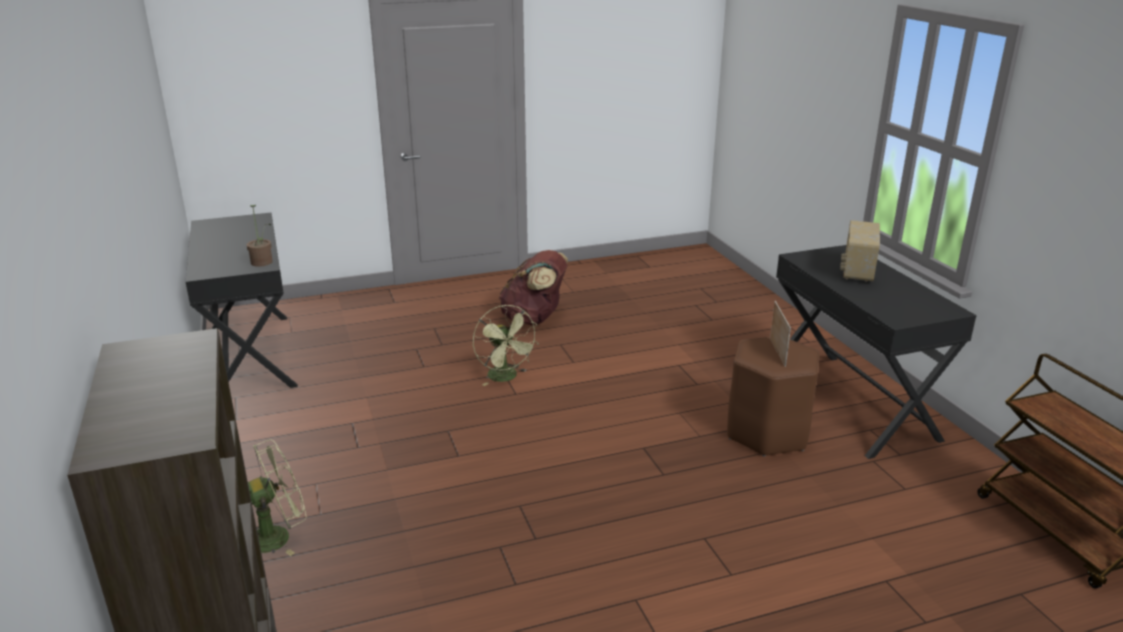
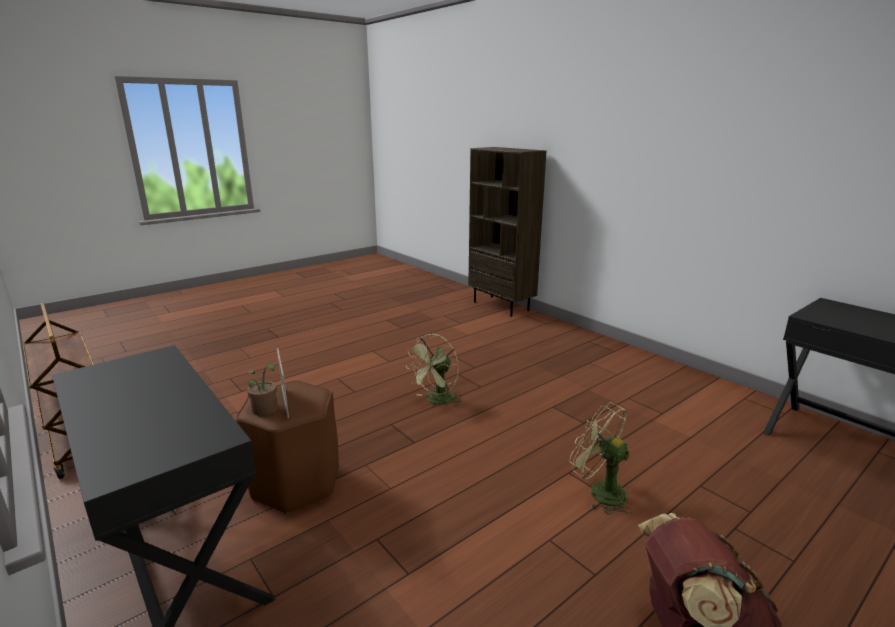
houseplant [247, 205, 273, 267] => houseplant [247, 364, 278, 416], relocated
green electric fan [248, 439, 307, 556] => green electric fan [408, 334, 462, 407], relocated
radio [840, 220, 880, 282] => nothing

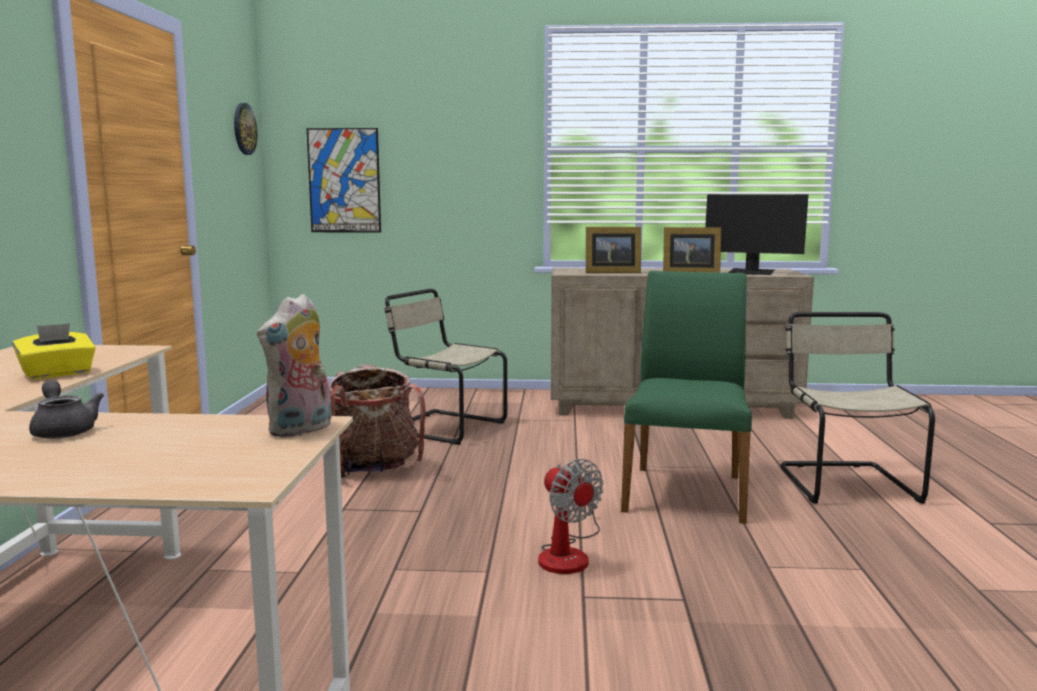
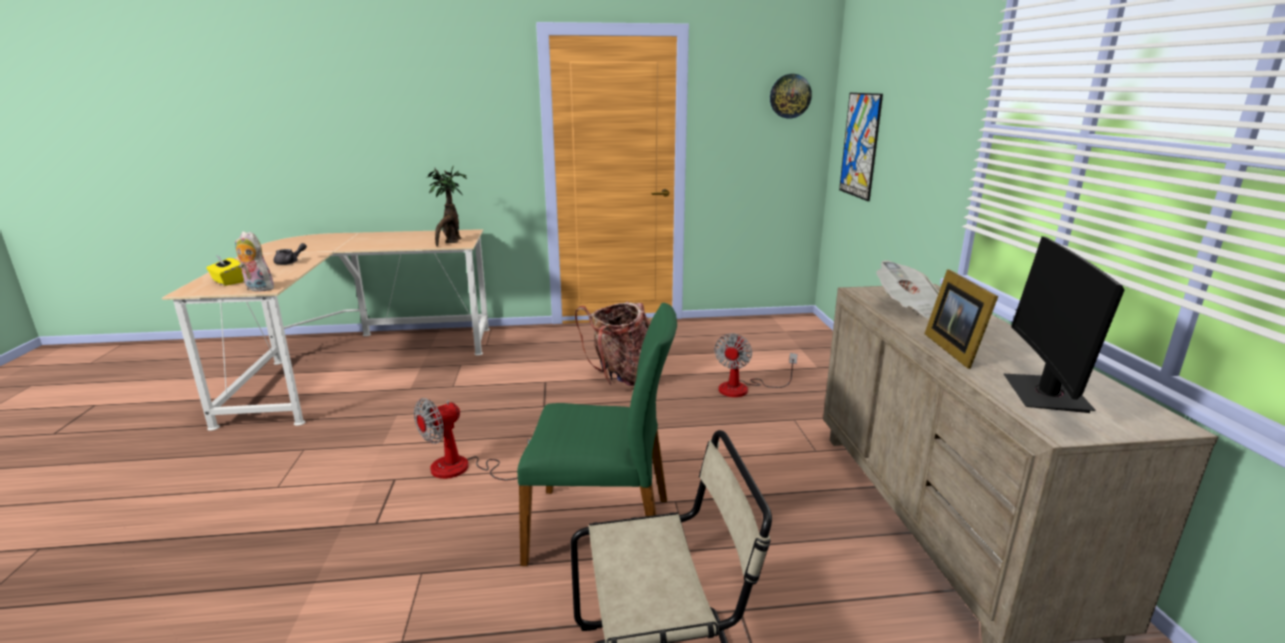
yellow-coloured tissue box [12, 323, 96, 380] => yellow-coloured tissue box [206, 254, 244, 286], relocated
nothing => houseplant [426, 166, 467, 246]
sand-coloured upright chair [385, 289, 507, 445] => electric fan [714, 333, 798, 397]
picture frame [586, 227, 641, 273] => printed paper [876, 260, 939, 319]

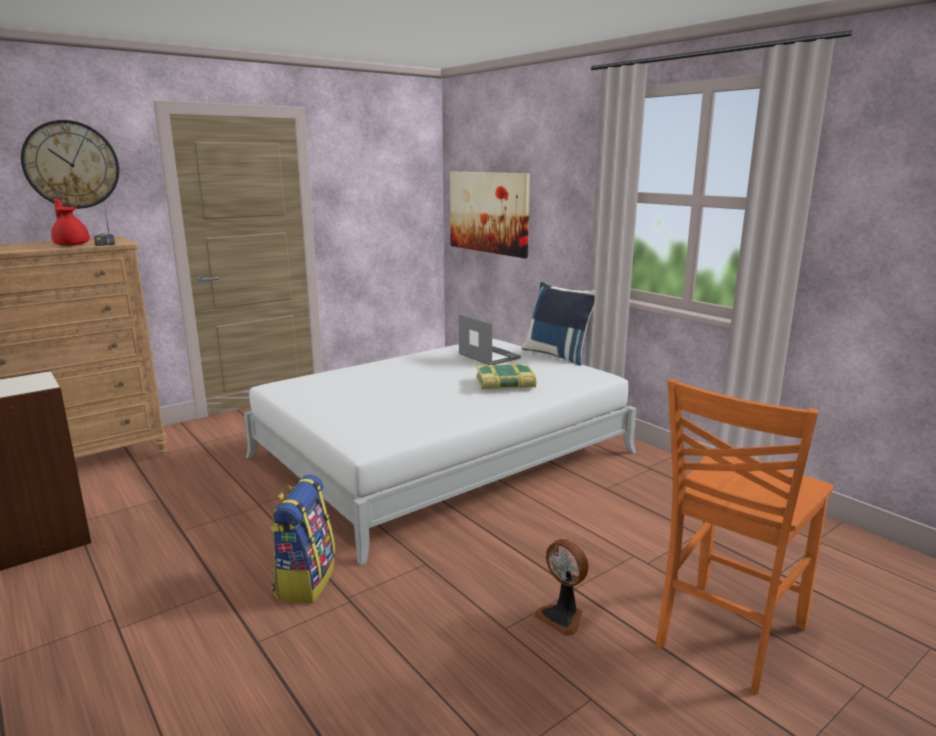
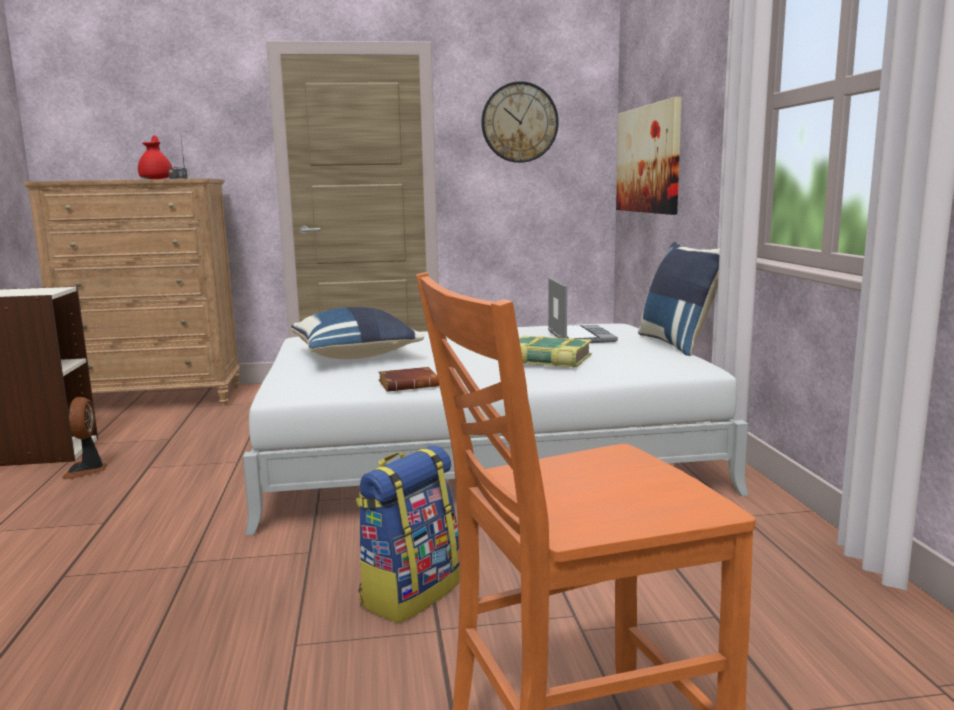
electric fan [534, 539, 589, 636] => electric fan [62, 397, 107, 479], relocated
nothing => blue throw pillow [291, 307, 424, 359]
backpack [270, 475, 335, 603] => backpack [356, 445, 459, 623], relocated
nothing => brownish volume [378, 367, 439, 392]
clock on the wall [21, 120, 119, 209] => clock on the wall [482, 81, 559, 163], relocated

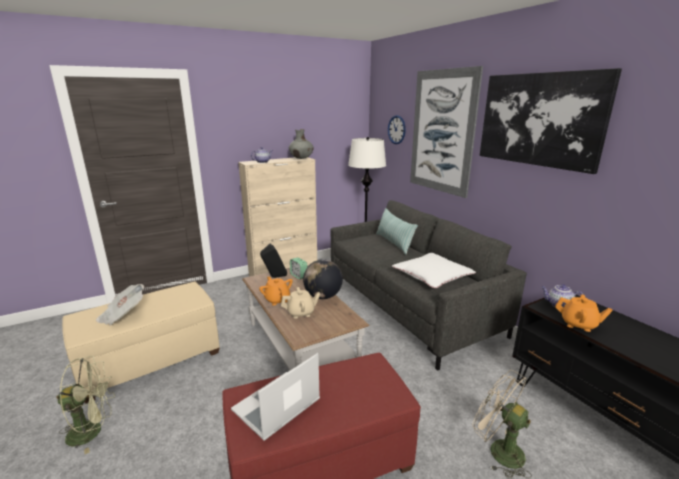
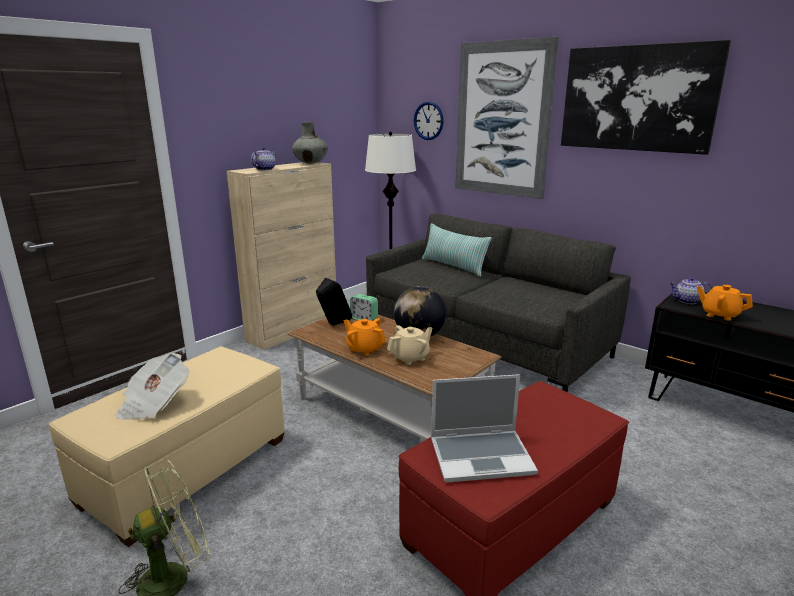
laptop [231, 353, 320, 441] => laptop [431, 374, 538, 482], 120 degrees counterclockwise
orangey teapot [555, 294, 613, 332] => orangey teapot [697, 285, 753, 321], 150 degrees counterclockwise
whitish throw pillow [392, 253, 476, 288] => nothing
sand-coloured electric fan [472, 370, 532, 478] => nothing

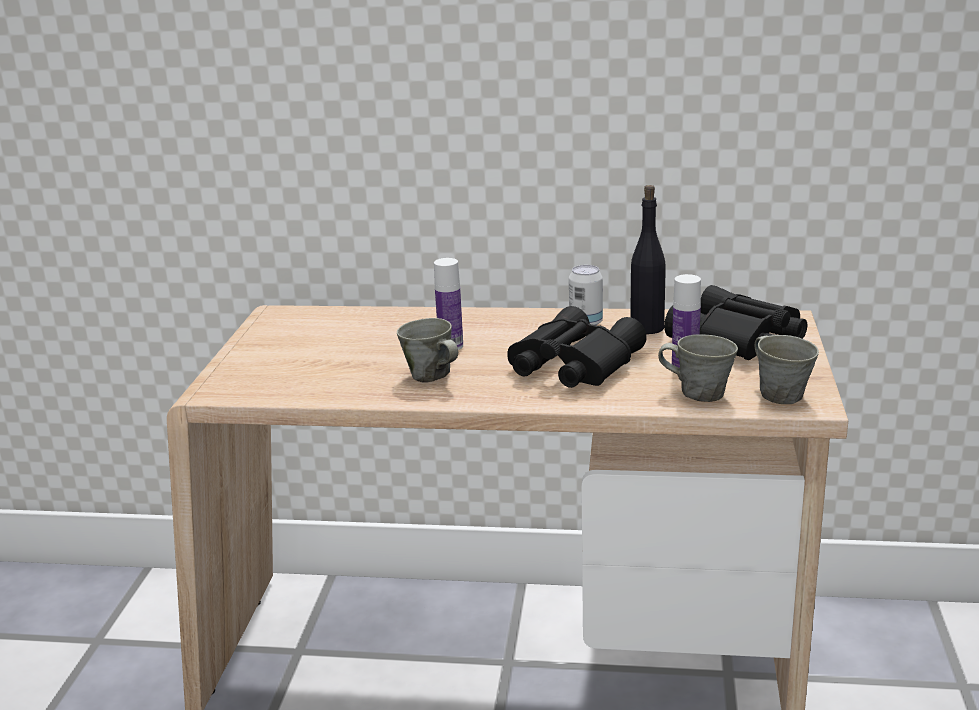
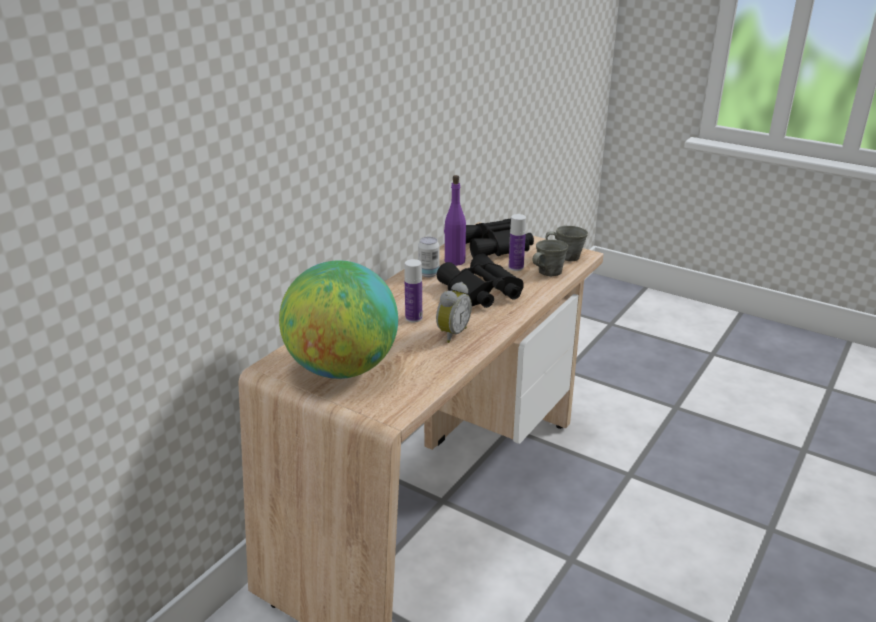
nothing => desk globe [279, 260, 398, 379]
gray coffee mug [397, 318, 458, 383] => bedside clock [436, 282, 472, 343]
black-coloured bottle [630, 185, 666, 334] => purple-coloured bottle [444, 175, 466, 266]

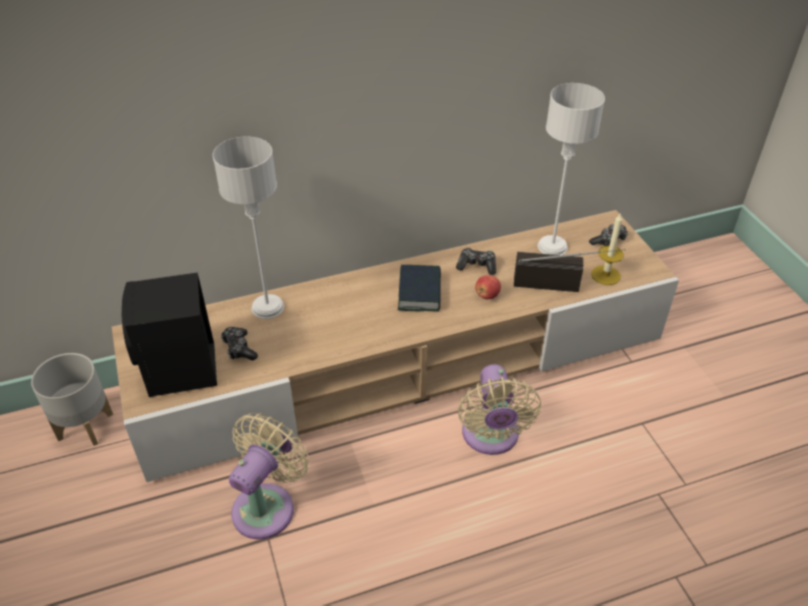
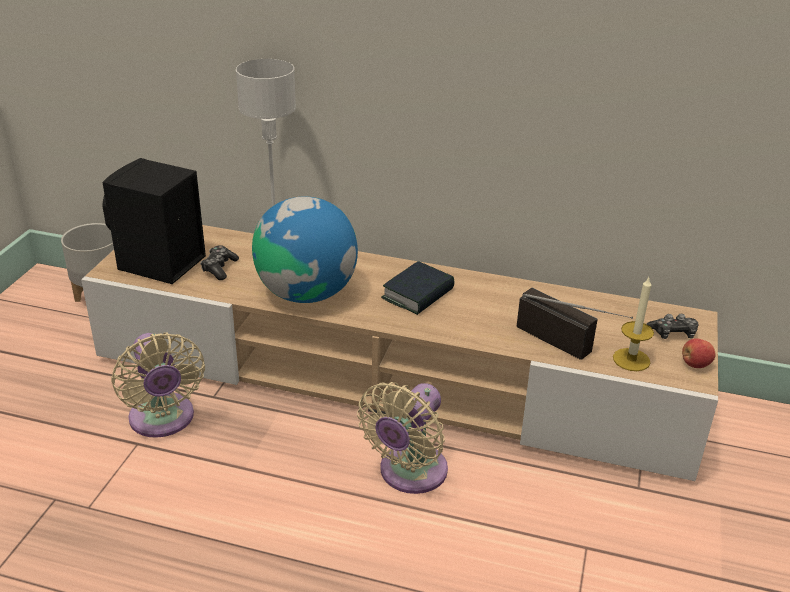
sand-coloured electric fan [229, 413, 309, 539] => sand-coloured electric fan [111, 332, 205, 438], 90 degrees clockwise
nothing => desk globe [252, 197, 358, 303]
apple fruit [475, 275, 501, 299] => apple fruit [682, 338, 715, 368], relocated
game controller [456, 248, 496, 275] => nothing
whitish tabletop lamp [538, 83, 605, 255] => nothing

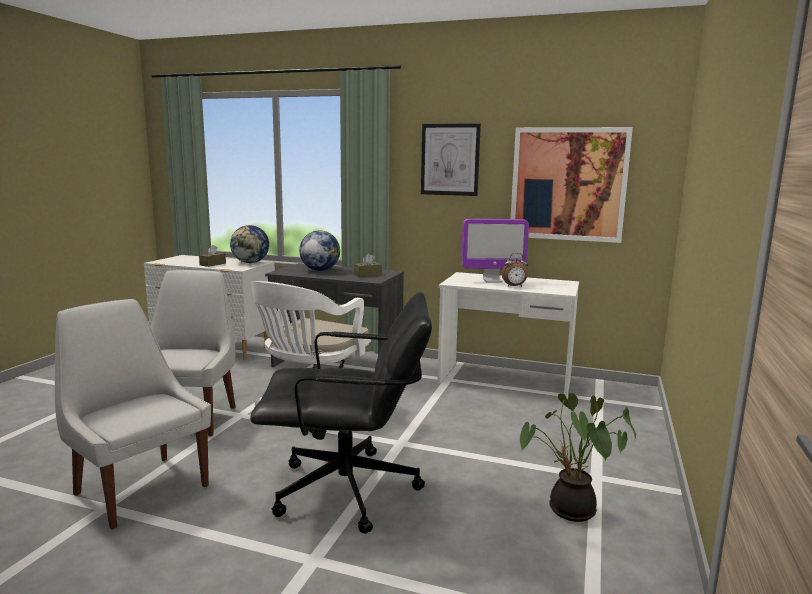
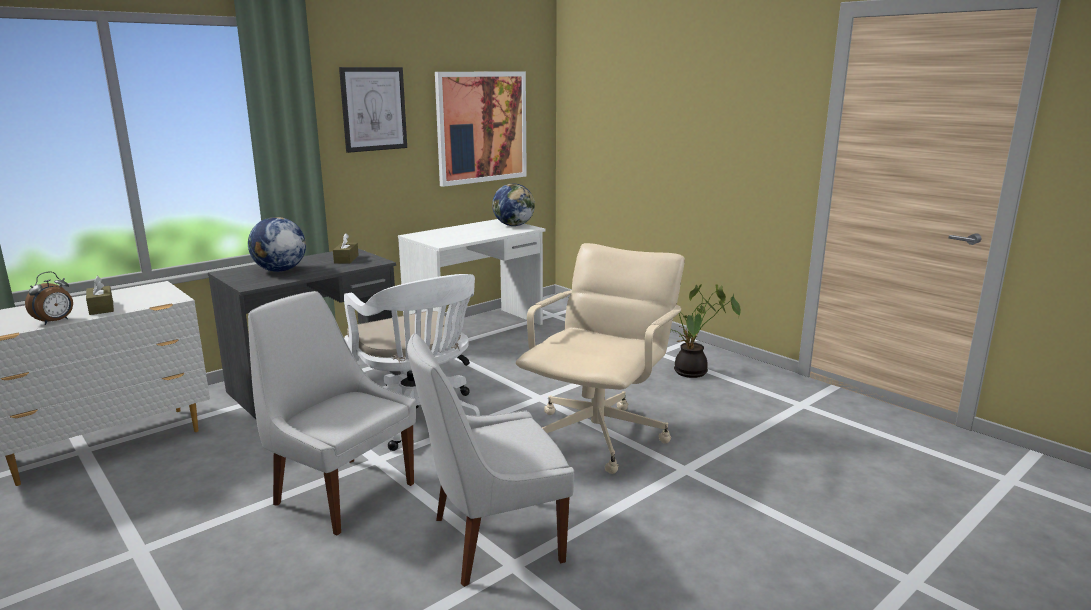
bedside clock [502, 253, 528, 287] => bedside clock [25, 271, 73, 325], relocated
desk globe [230, 225, 269, 263] => desk globe [492, 183, 535, 226], relocated
black-coloured computer chair [250, 292, 432, 534] => sand-coloured computer chair [516, 243, 685, 474]
computer display [461, 219, 529, 283] => nothing

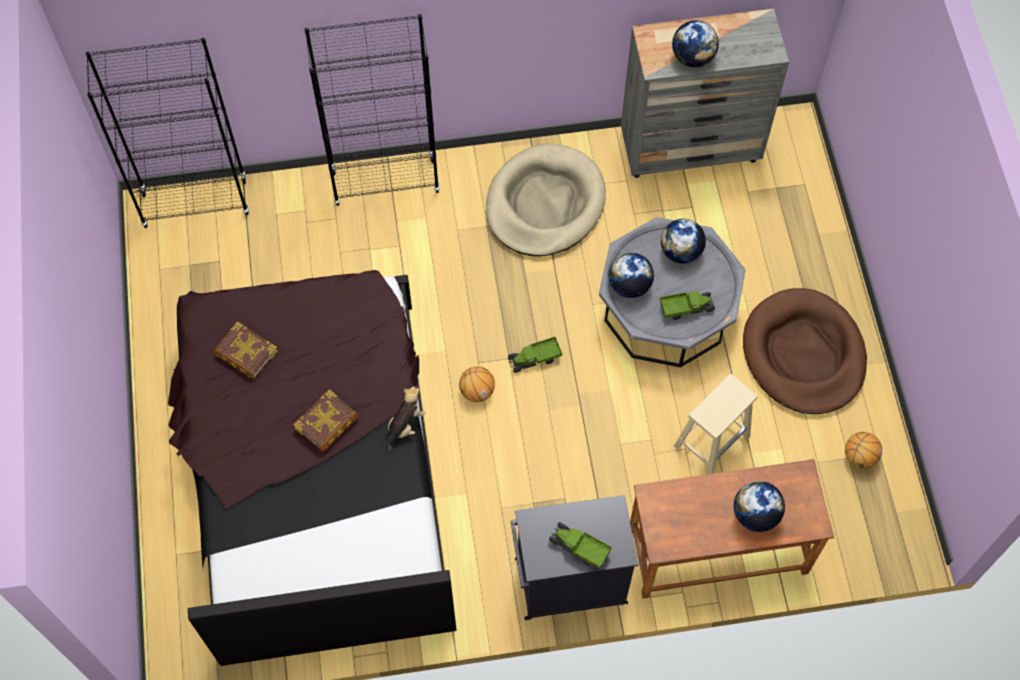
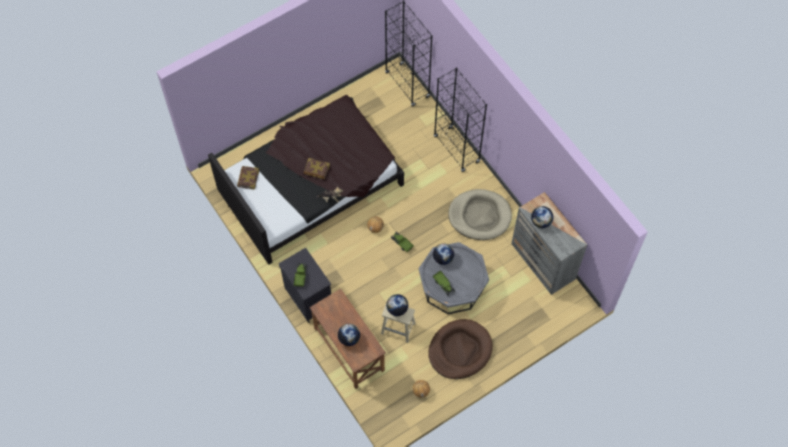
volume [214, 322, 278, 379] => volume [237, 166, 259, 190], relocated
desk globe [661, 219, 706, 264] => desk globe [386, 294, 408, 316], relocated

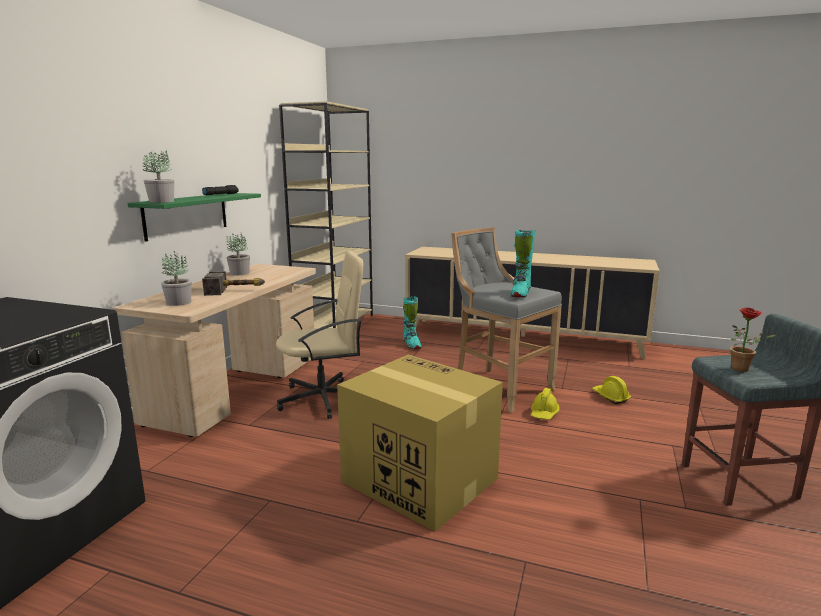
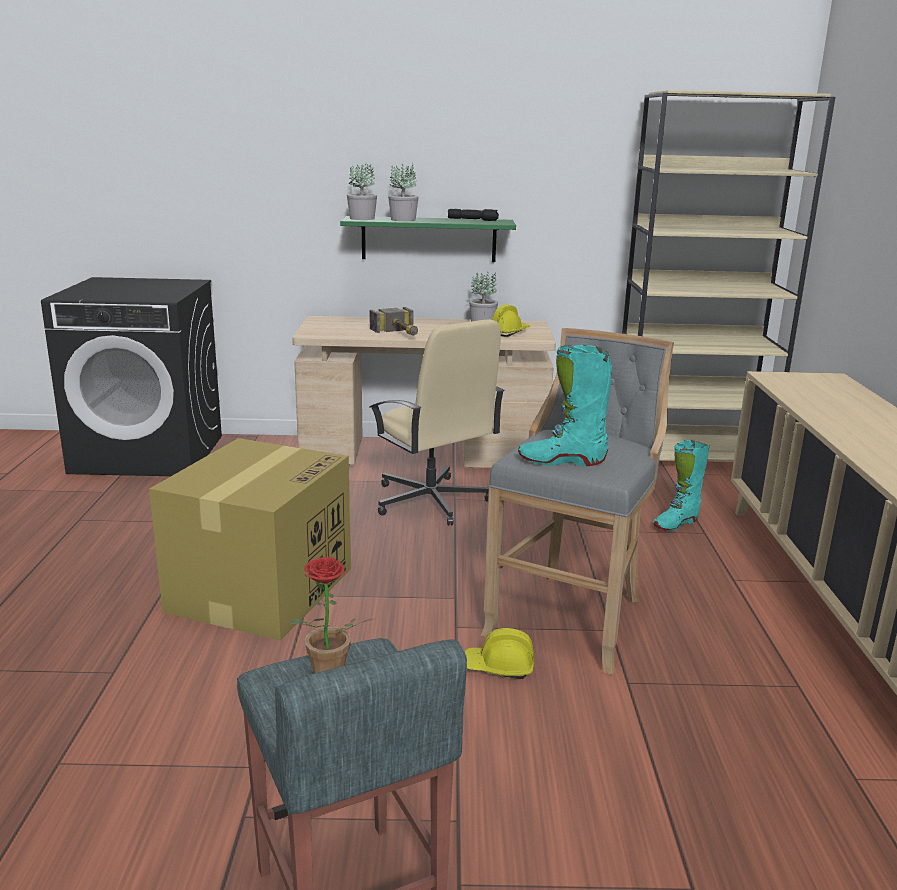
houseplant [161, 251, 192, 306] => houseplant [388, 162, 419, 221], relocated
yellow-coloured safety helmet [592, 376, 631, 404] => yellow-coloured safety helmet [491, 304, 530, 337], relocated

